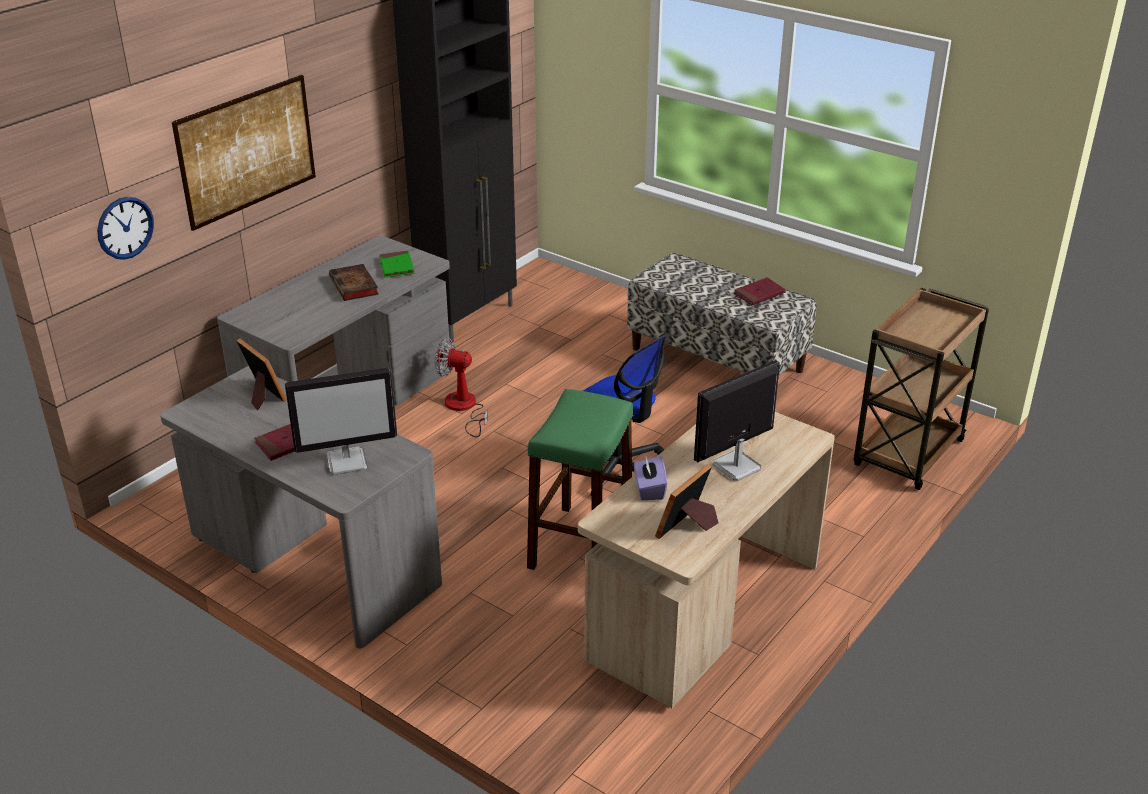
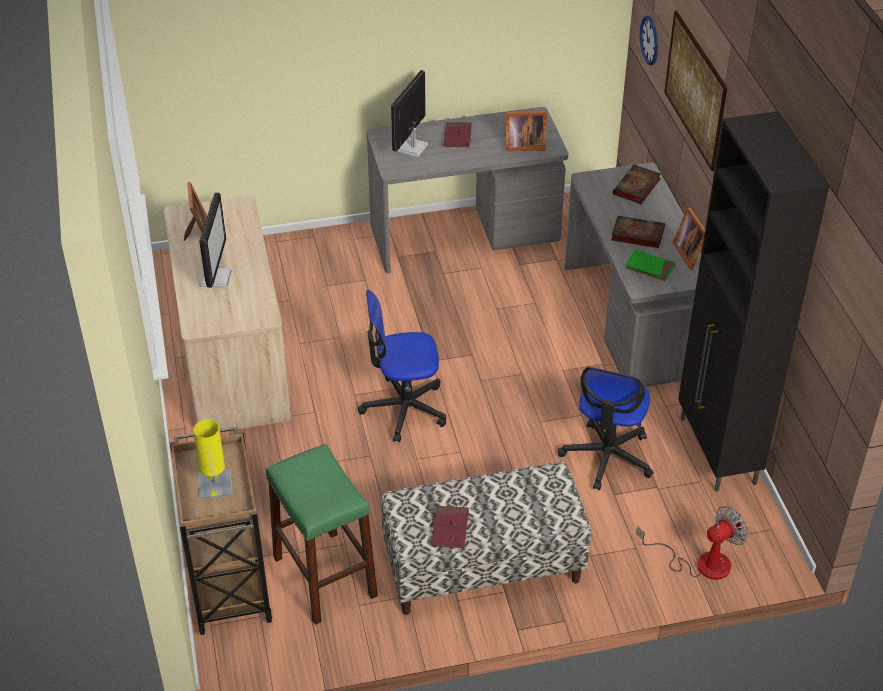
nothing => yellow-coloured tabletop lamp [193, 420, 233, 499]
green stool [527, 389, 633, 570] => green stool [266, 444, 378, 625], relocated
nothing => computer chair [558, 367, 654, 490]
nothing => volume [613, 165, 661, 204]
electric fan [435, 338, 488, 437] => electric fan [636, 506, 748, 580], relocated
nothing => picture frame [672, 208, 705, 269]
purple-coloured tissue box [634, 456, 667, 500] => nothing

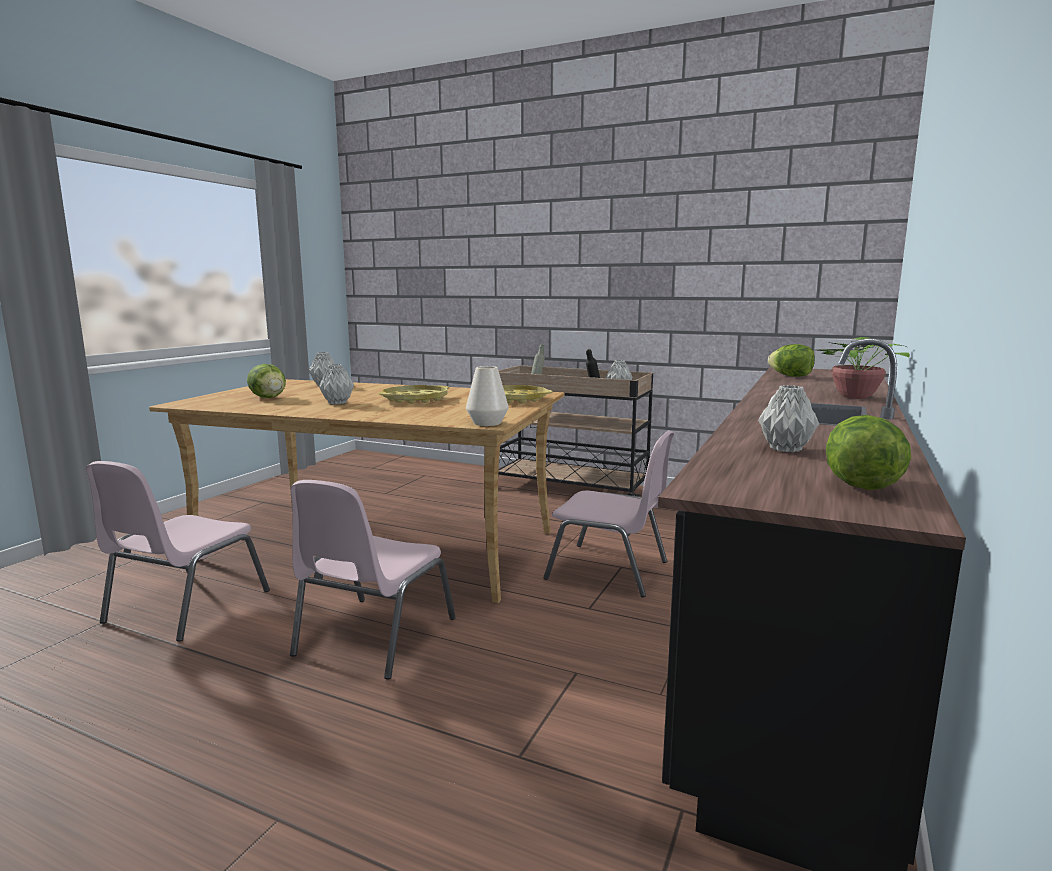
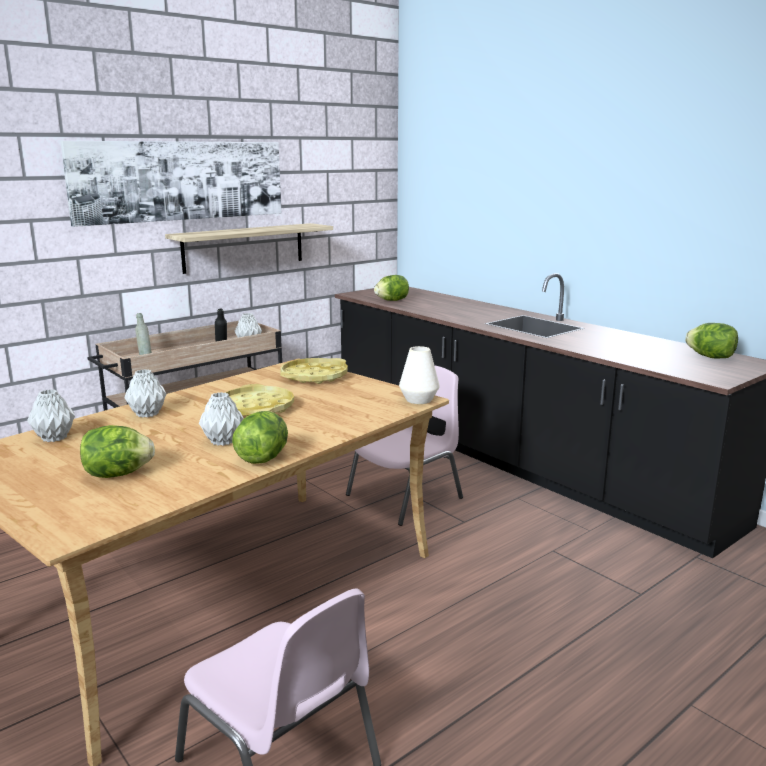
nothing => wall art [60, 141, 281, 227]
gray decorative vase [758, 385, 819, 452] => gray decorative vase [124, 369, 167, 418], relocated
nothing => shelf [165, 223, 333, 274]
nothing => lettuce head [232, 411, 288, 464]
pink-coloured upright chair [290, 480, 456, 679] => nothing
houseplant [789, 337, 910, 399] => nothing

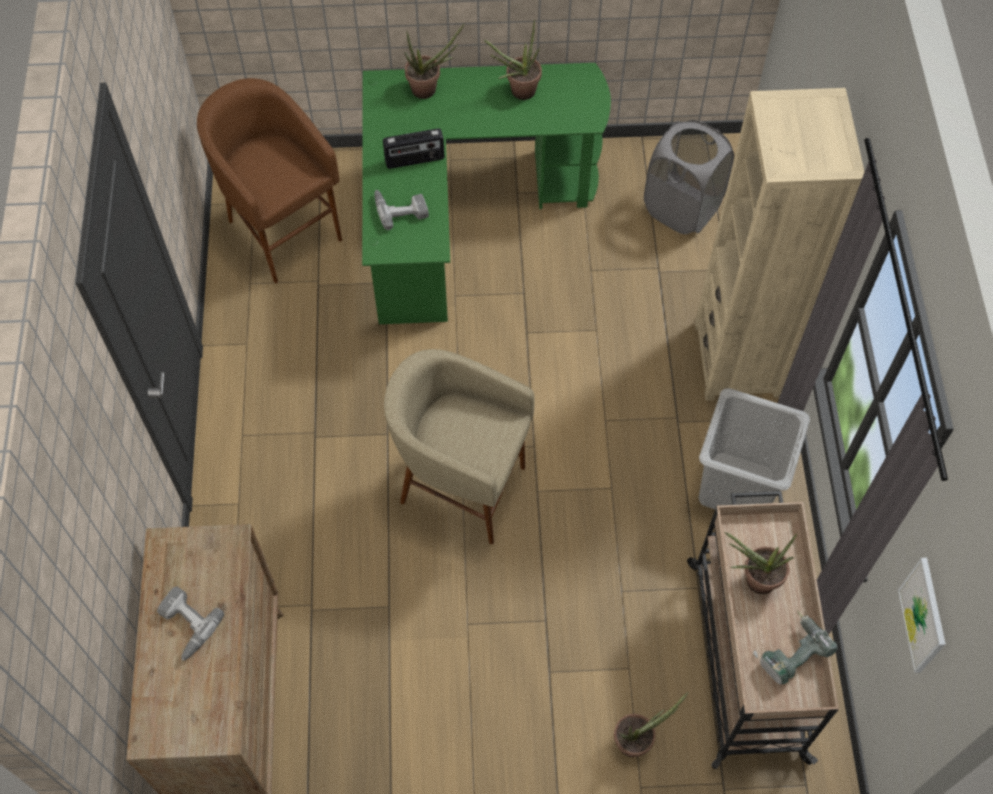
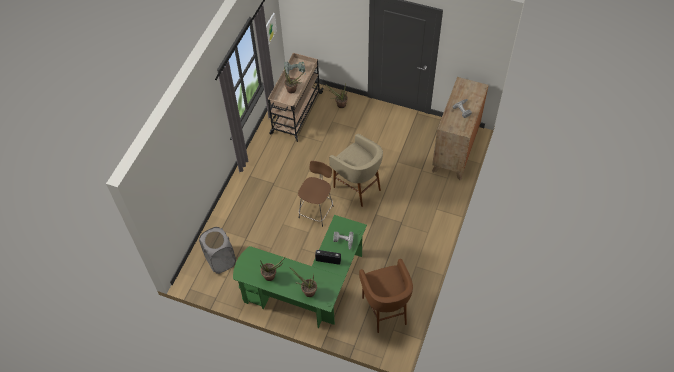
nothing => brownish stool [298, 161, 333, 227]
sand-coloured bookshelf [695, 88, 864, 401] => nothing
gray washing basket [698, 388, 810, 509] => nothing

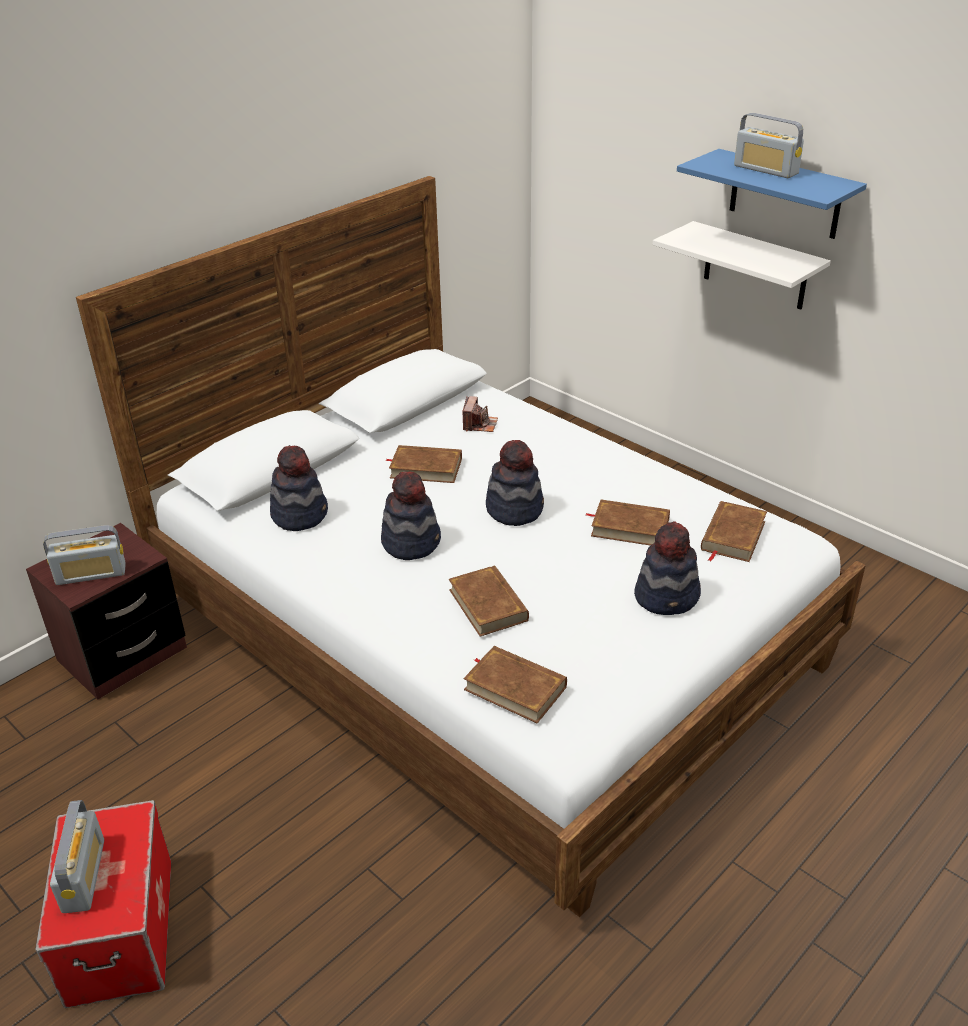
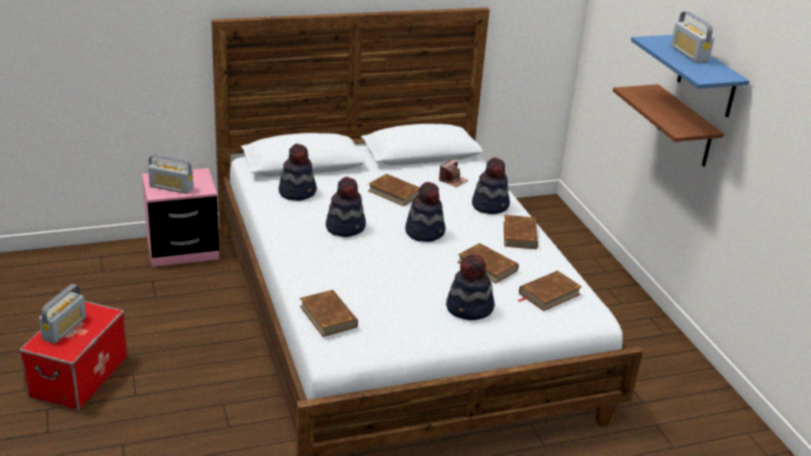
brownish bedside table [26, 523, 187, 699] => pink-coloured bedside table [142, 168, 219, 267]
nothing => clothing hat [472, 157, 510, 214]
brownish volume [449, 565, 529, 637] => brownish volume [504, 215, 538, 249], relocated
whitish shelf [653, 221, 831, 310] => brownish shelf [613, 84, 724, 167]

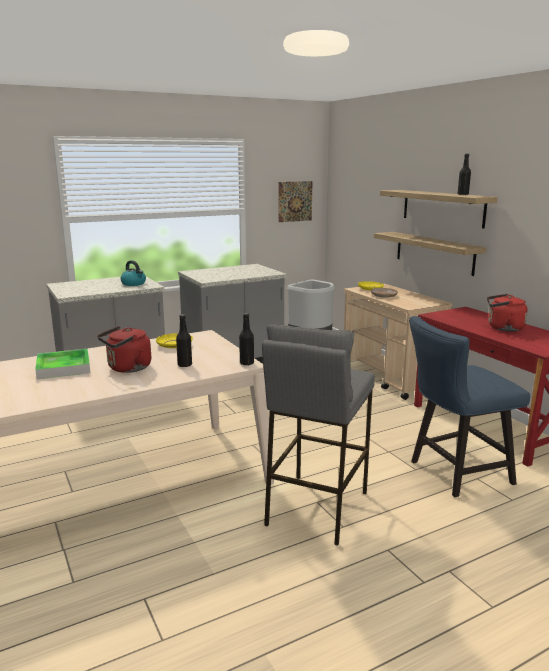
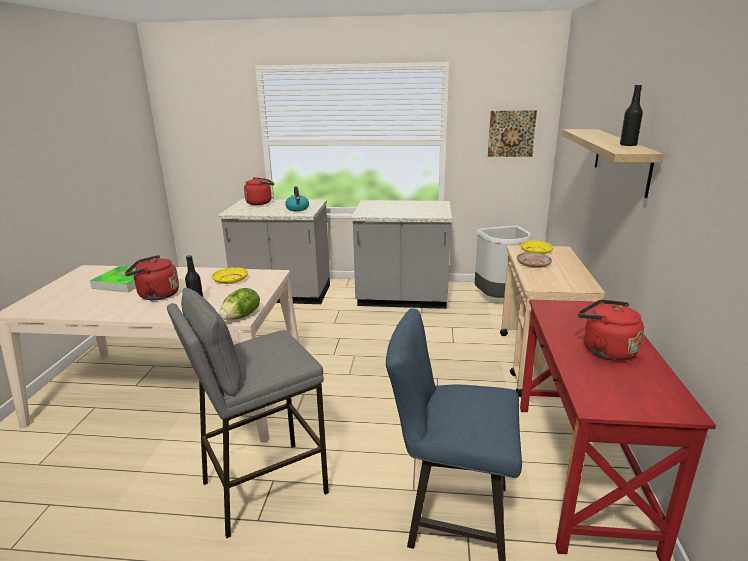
black-coloured bottle [239, 313, 254, 365] => lettuce head [219, 288, 260, 320]
nothing => reddish tea kettle [244, 177, 274, 205]
shelf [374, 232, 486, 276] => nothing

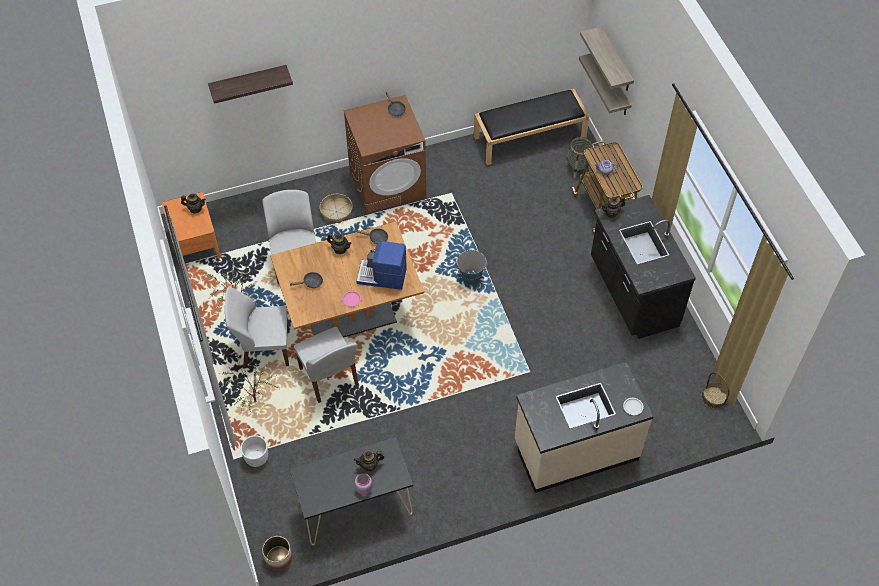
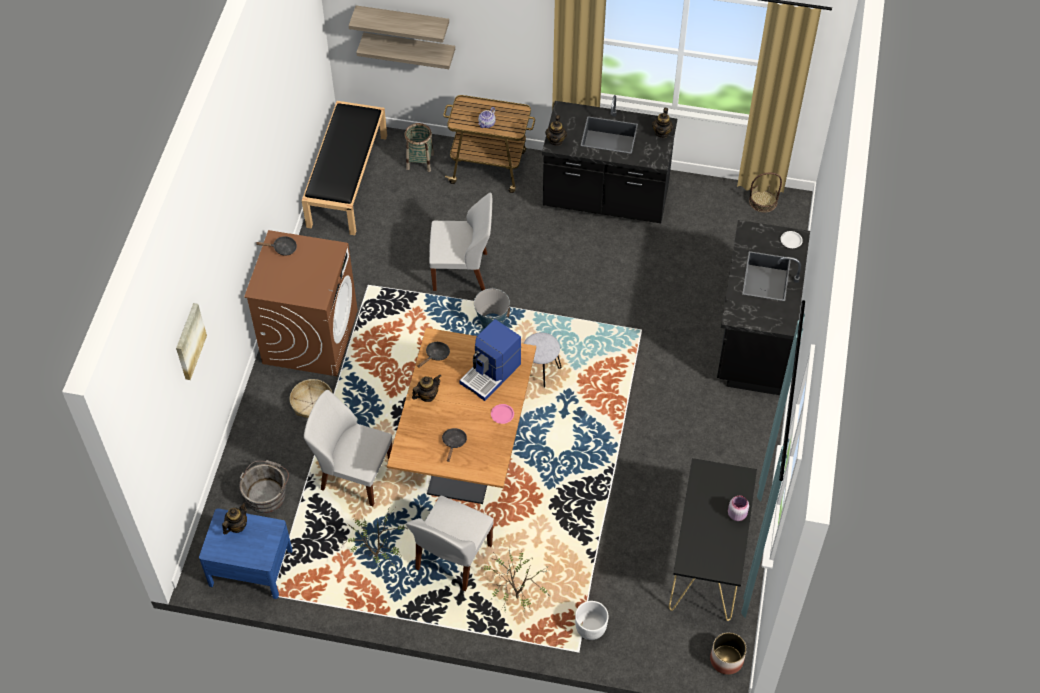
shelf [208, 65, 293, 104] => wall art [176, 303, 207, 380]
orangey bedside table [162, 192, 221, 266] => blue bedside table [199, 508, 293, 599]
nothing => gray bucket [240, 460, 289, 513]
whitish upright chair [294, 327, 358, 403] => whitish upright chair [429, 193, 492, 291], relocated
nothing => gray stool [524, 332, 562, 388]
teapot [354, 450, 384, 472] => teapot [652, 108, 674, 138], relocated
sand-coloured kitchen counter [515, 362, 654, 493] => black-coloured kitchen counter [717, 220, 810, 395]

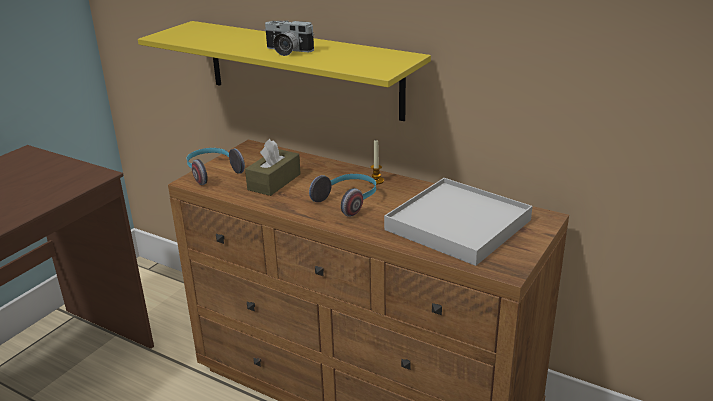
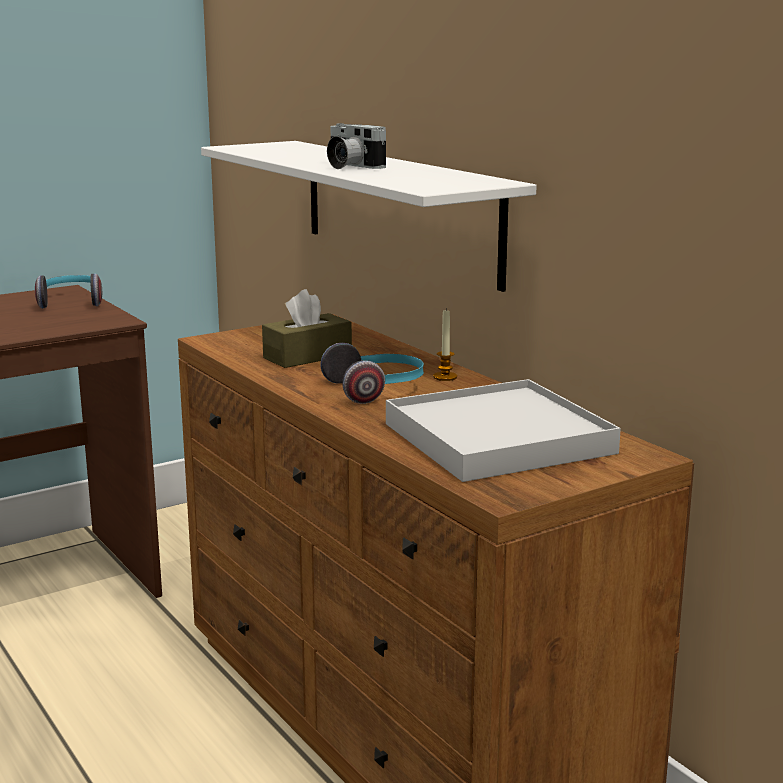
headset [187, 148, 245, 185] => headset [35, 274, 102, 309], relocated
yellow-coloured shelf [138, 21, 431, 121] => whitish shelf [201, 141, 536, 292]

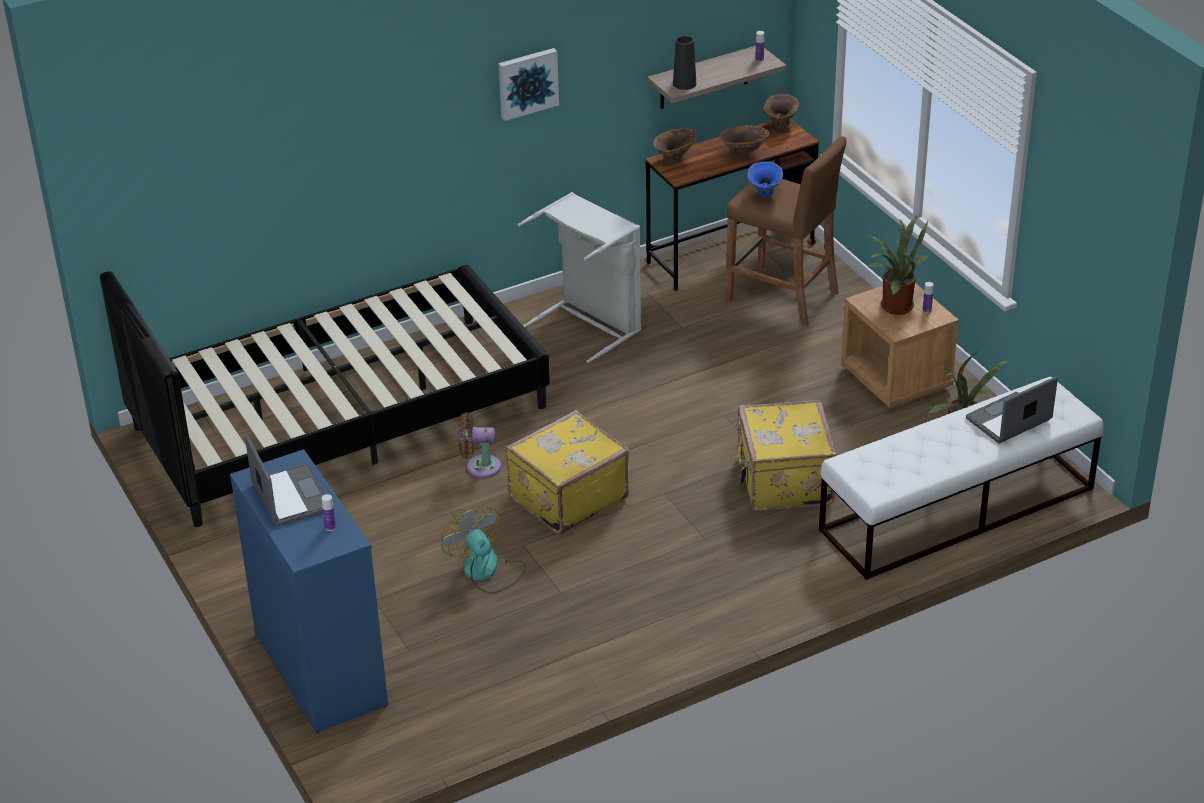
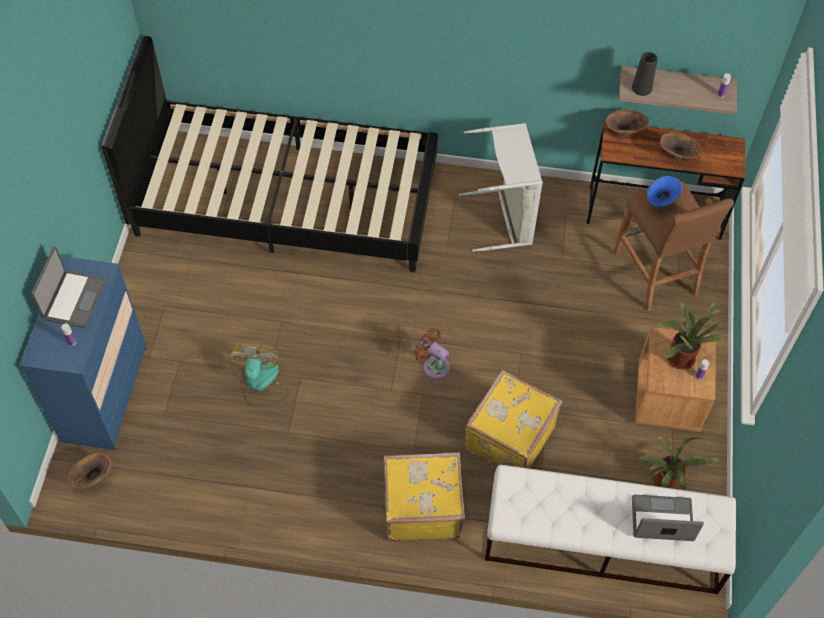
brownish decorative vase [764, 94, 799, 128] => brownish decorative vase [68, 453, 111, 489], relocated
yellow-coloured piece of luggage [505, 410, 629, 534] => yellow-coloured piece of luggage [383, 452, 465, 541], relocated
brownish electric fan [458, 412, 501, 478] => brownish electric fan [414, 328, 450, 380], relocated
wall art [498, 48, 559, 121] => nothing

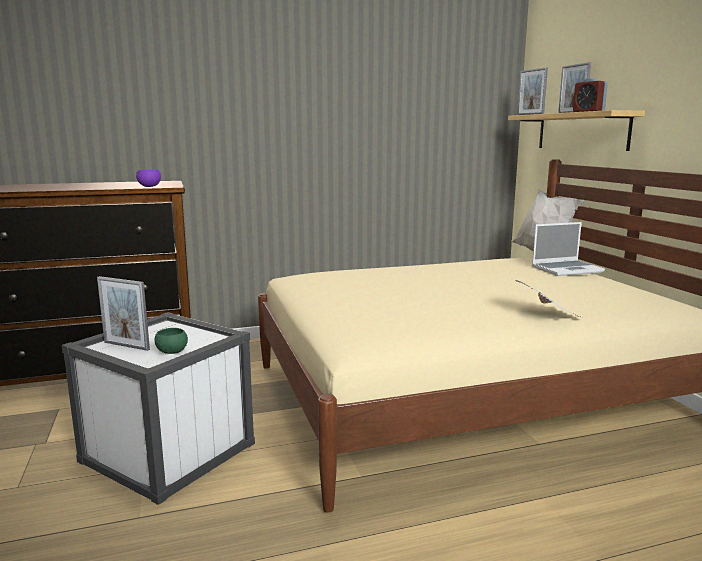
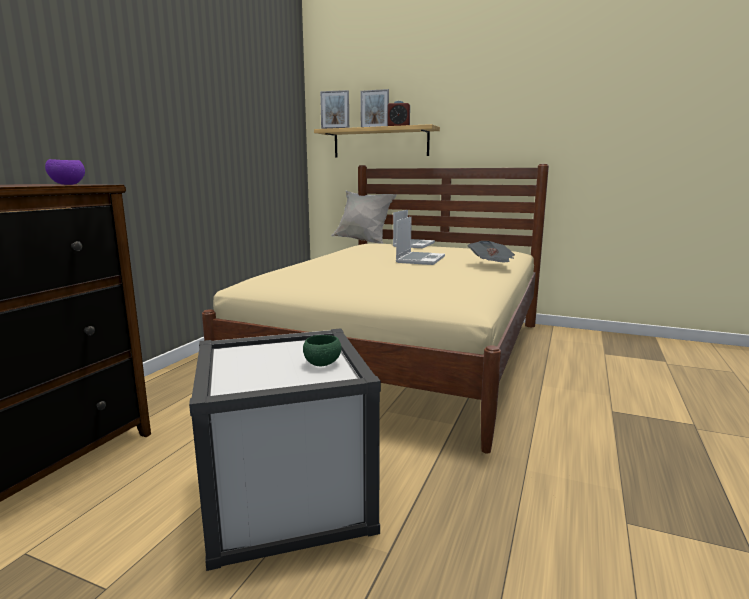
nothing => laptop [396, 216, 445, 265]
picture frame [97, 276, 150, 351] => nothing

